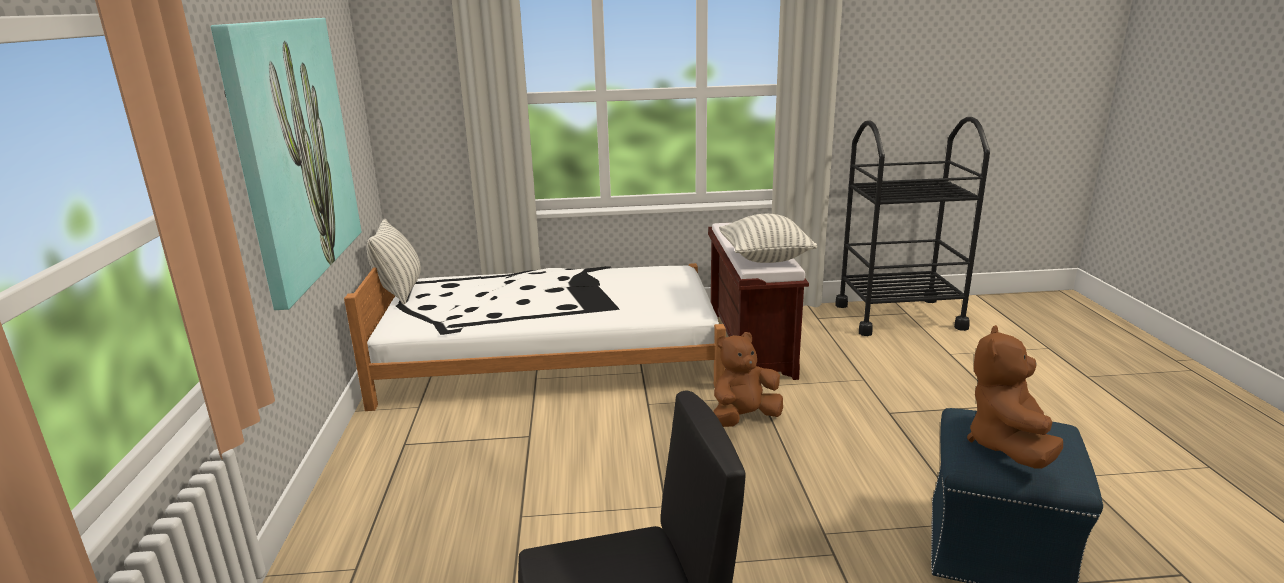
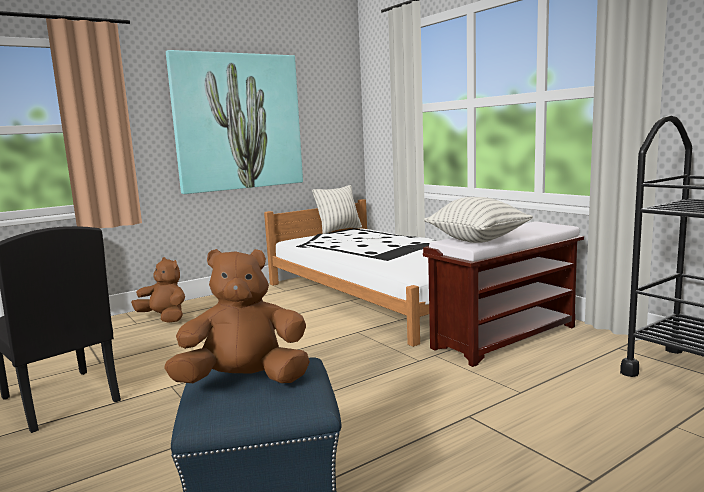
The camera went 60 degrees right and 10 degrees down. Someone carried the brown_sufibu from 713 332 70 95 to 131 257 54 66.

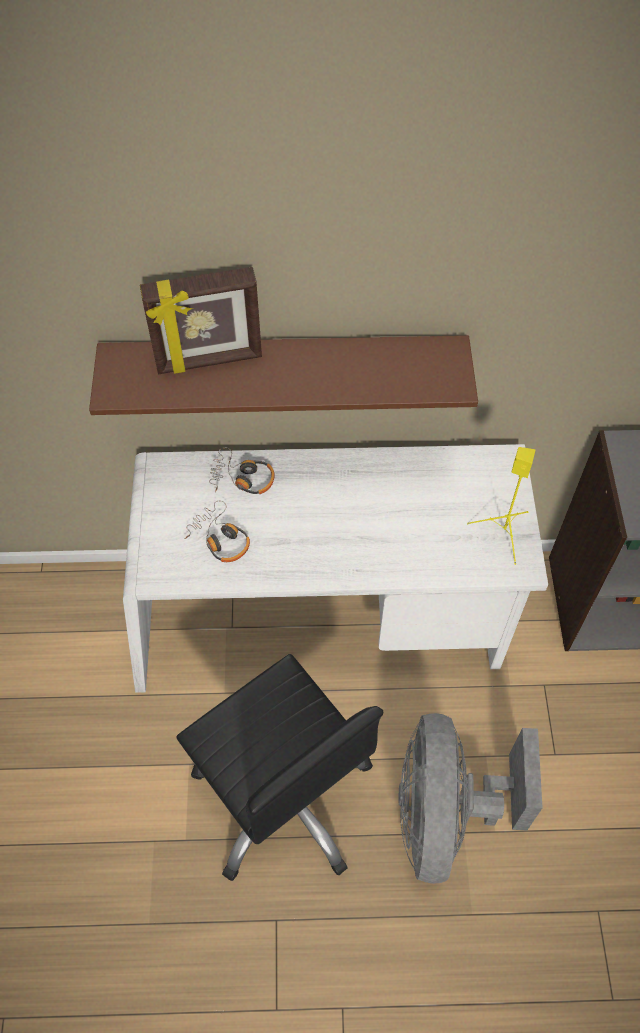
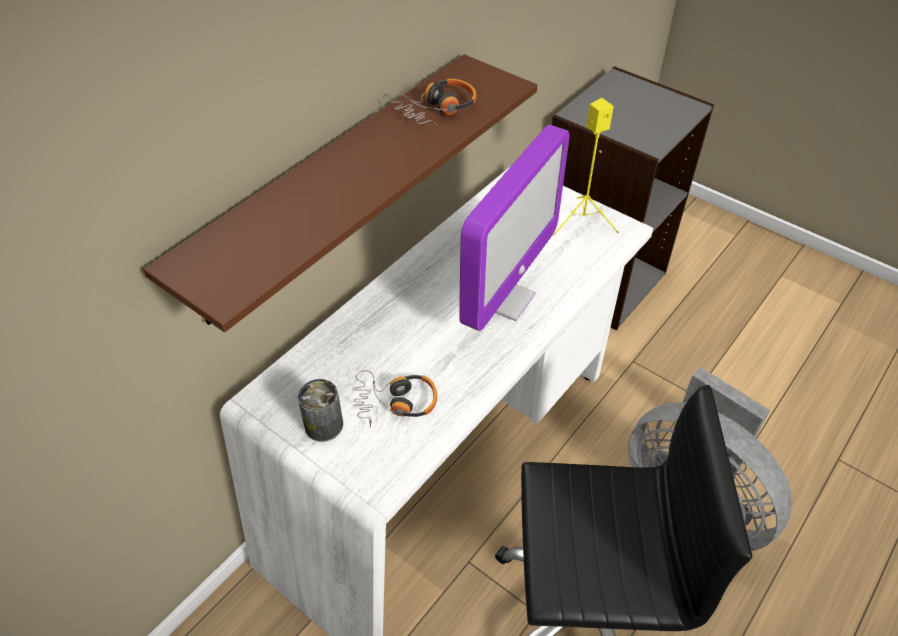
The camera went 50 degrees left and 10 degrees down. Someone took away the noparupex at 140 267 122 107. Someone carried the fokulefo from 209 447 66 47 to 388 79 89 47. Someone put down the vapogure at 459 125 111 206. Someone put down the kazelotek at 298 379 45 63.

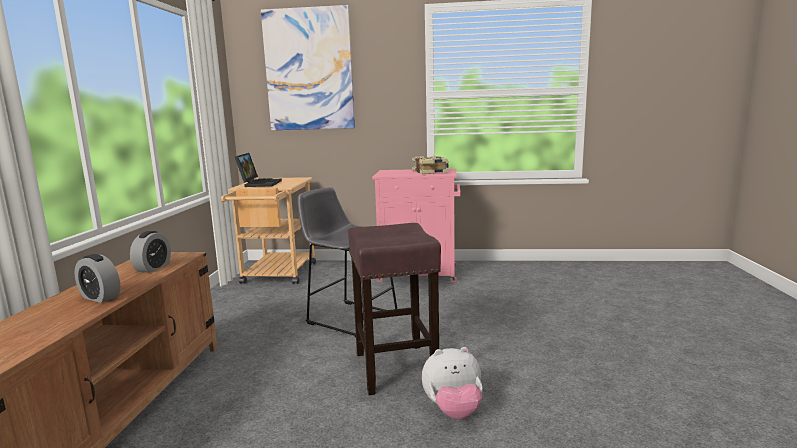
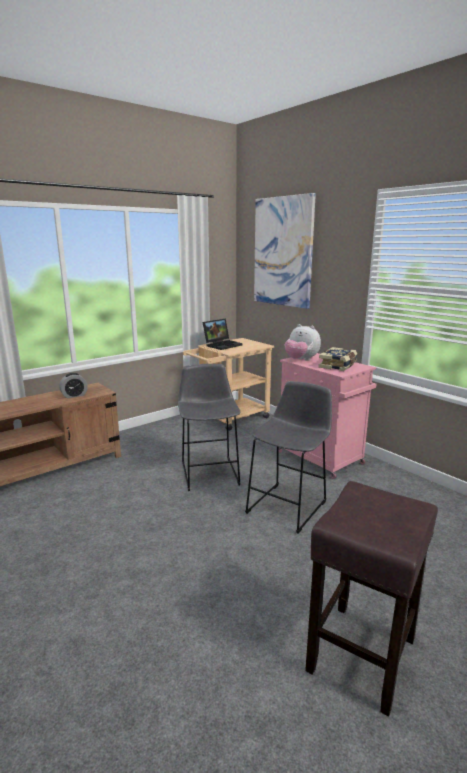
The camera went 45 degrees right and 5 degrees up. Someone carried the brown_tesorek from 348 223 93 172 to 305 481 133 236. Someone took away the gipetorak at 75 254 45 49. Someone carried the sufibu from 422 347 61 72 to 285 324 36 37. Someone put down the grey_tesorek at 245 381 87 153.

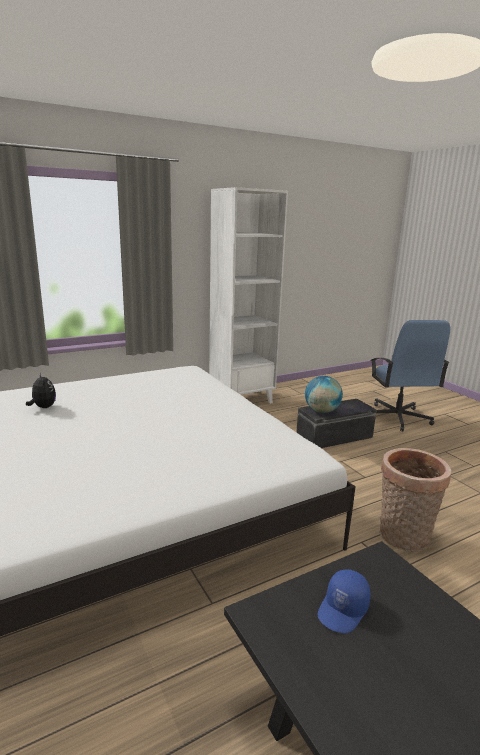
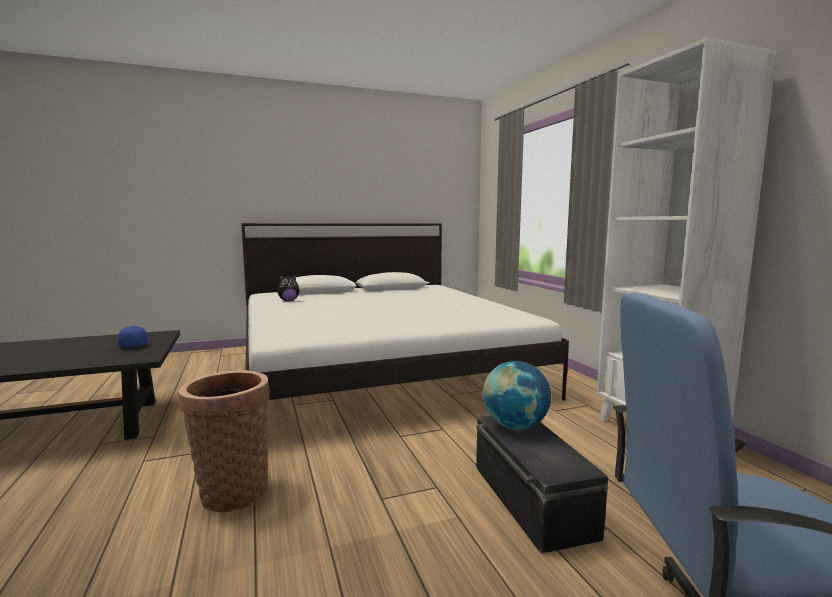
The camera went 100 degrees right and 10 degrees down. Someone carried the sufibu from 26 373 30 35 to 278 275 22 26.

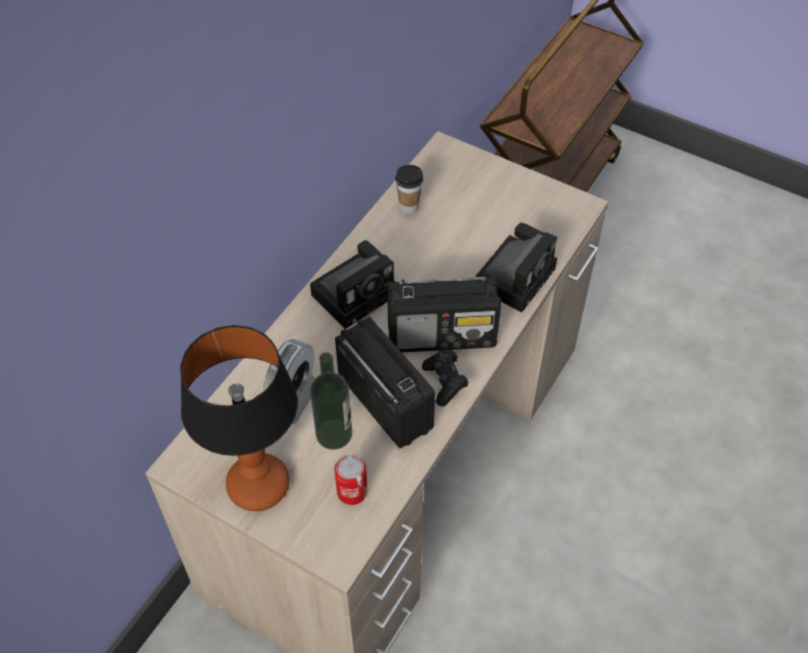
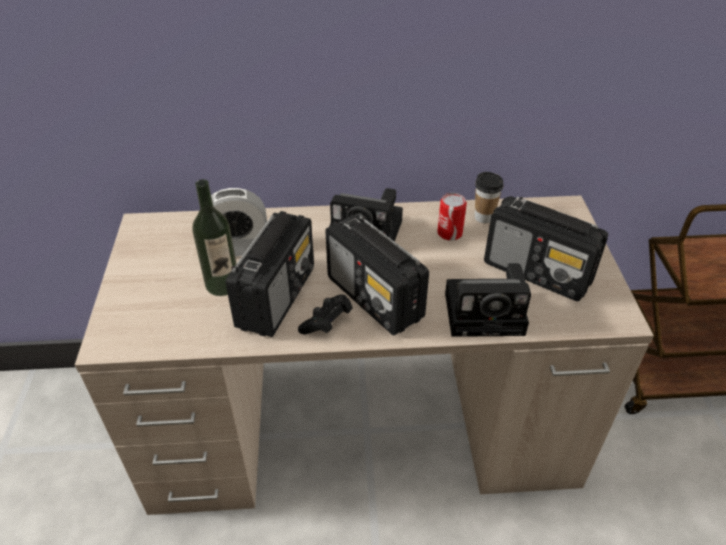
The camera went 55 degrees right and 10 degrees down. Someone took away the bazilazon at 180 325 118 186. Someone carried the kazelotek from 334 455 34 50 to 437 193 30 48. Someone put down the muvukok at 484 196 124 105.

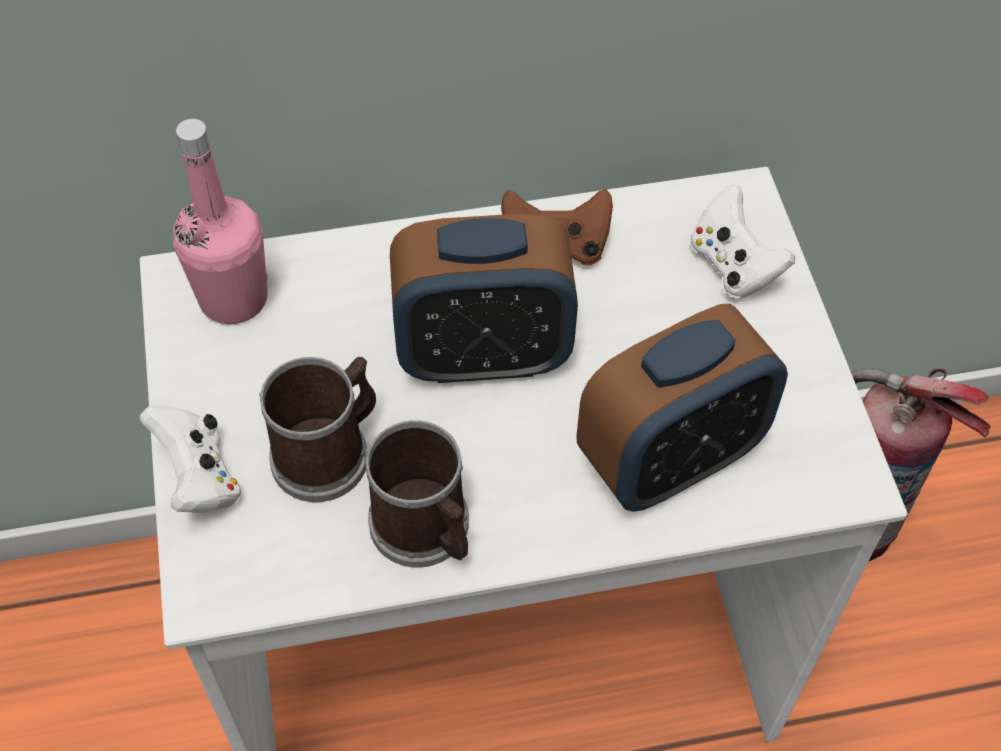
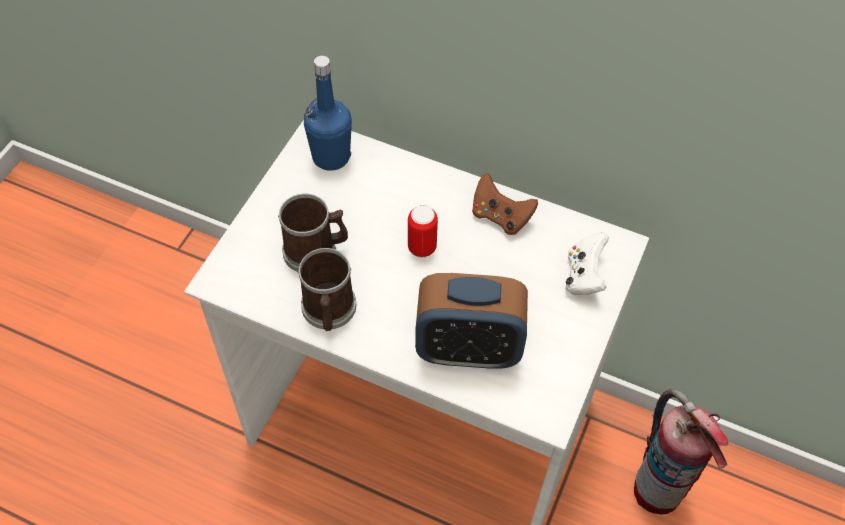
The camera went 35 degrees right and 0 degrees up. Someone repainted the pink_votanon at 173 119 95 205, which became the blue_votanon at 304 56 48 115. Someone swapped the gipetorak at 390 214 188 169 for the kazelotek at 408 205 30 52. Someone took away the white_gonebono at 140 405 102 108.

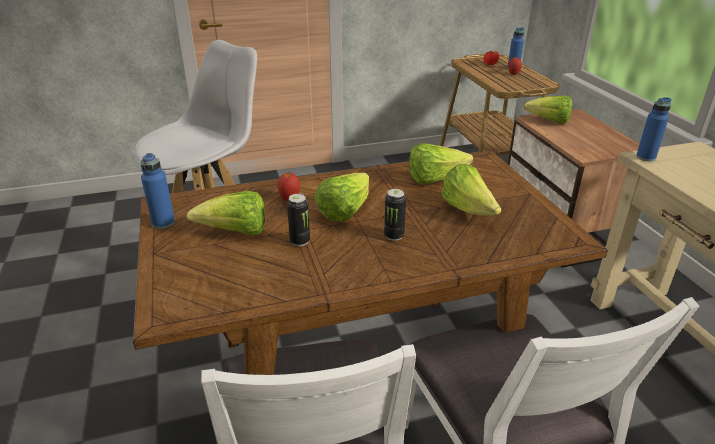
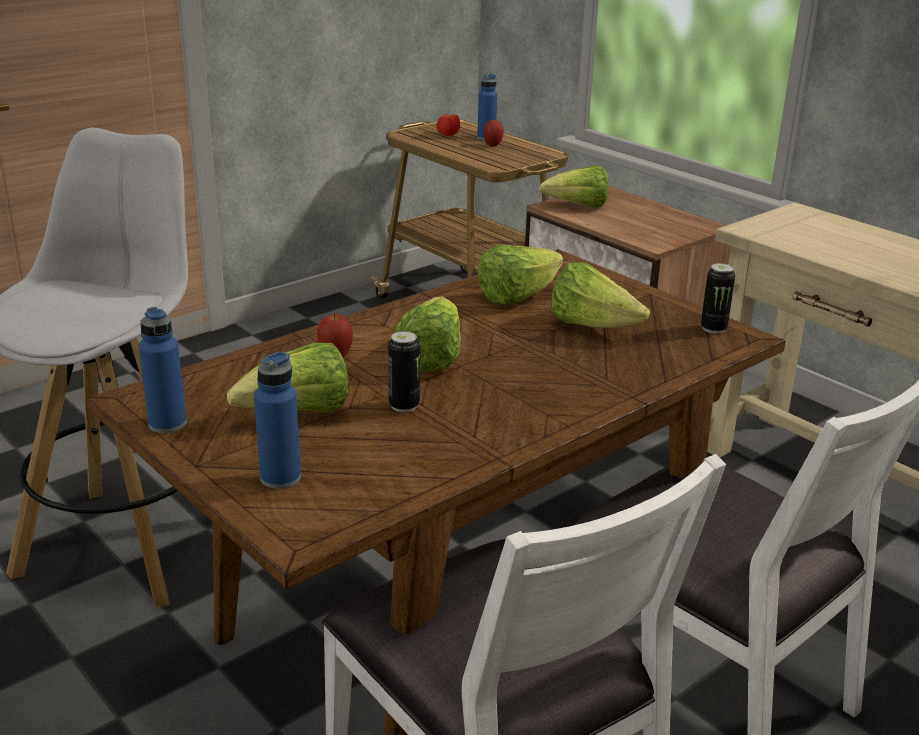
The camera went 25 degrees left and 5 degrees down. Someone carried the blue_votanon from 636 97 36 64 to 254 351 47 138. Someone carried the kazelotek from 384 189 22 52 to 701 263 34 71.

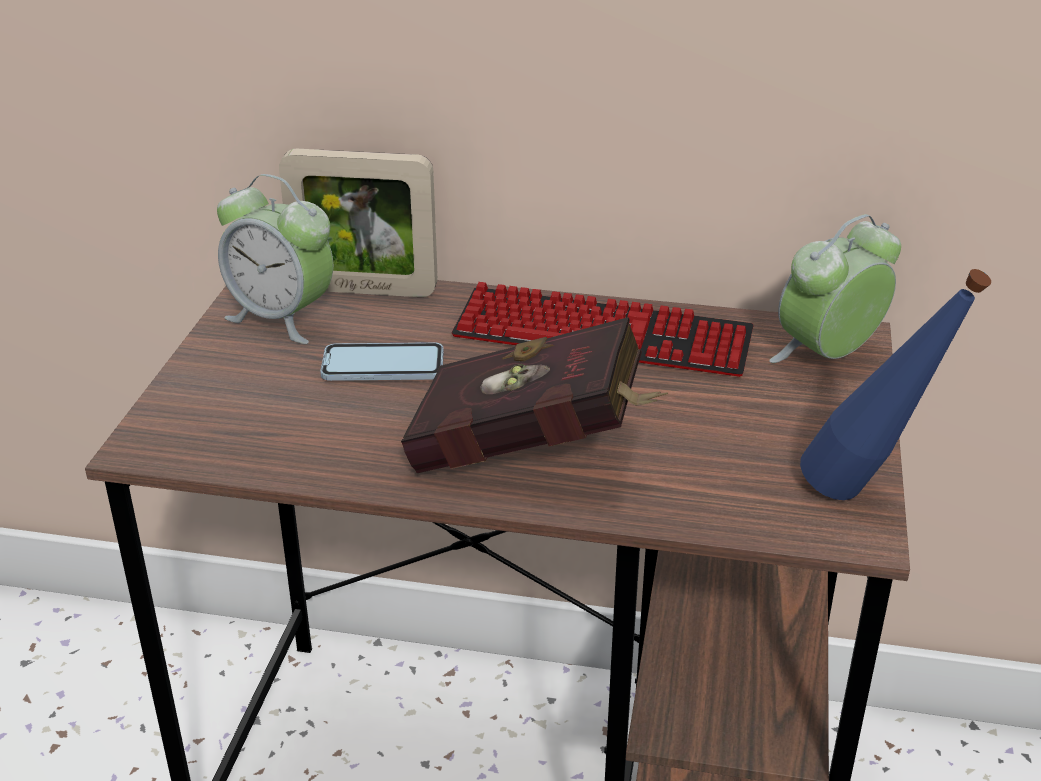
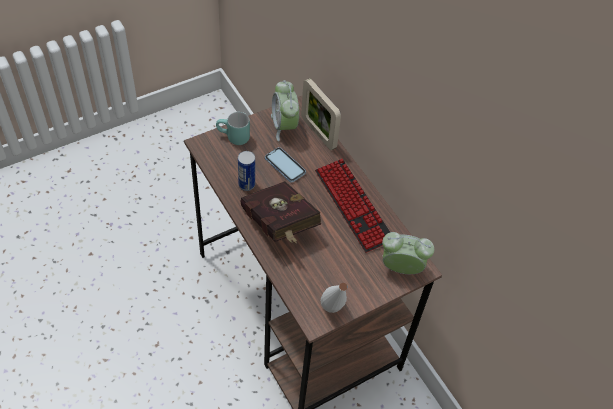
The camera went 45 degrees right and 20 degrees up. Someone repainted the blue_votanon at 800 269 191 231, which became the white_votanon at 321 283 26 30. Someone put down the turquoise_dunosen at 216 112 34 33. Someone put down the kazelotek at 238 151 17 40.

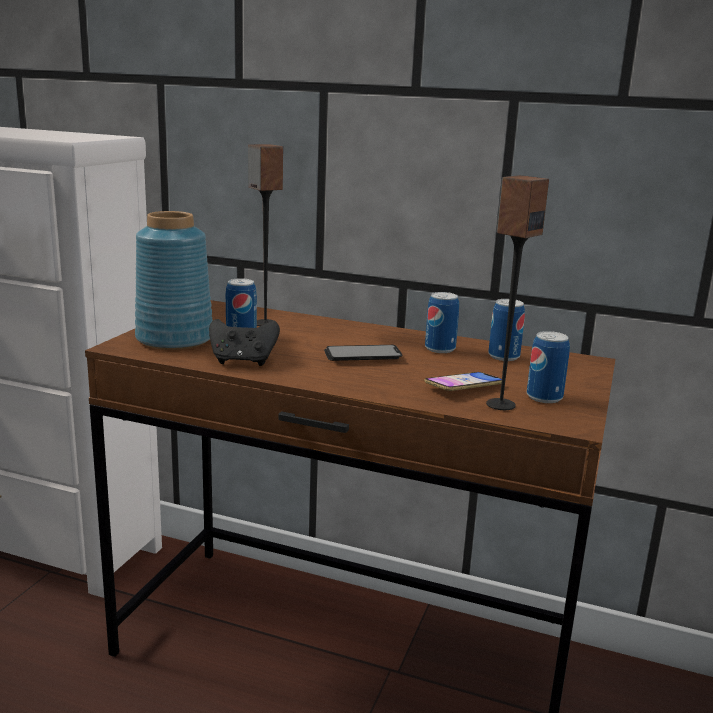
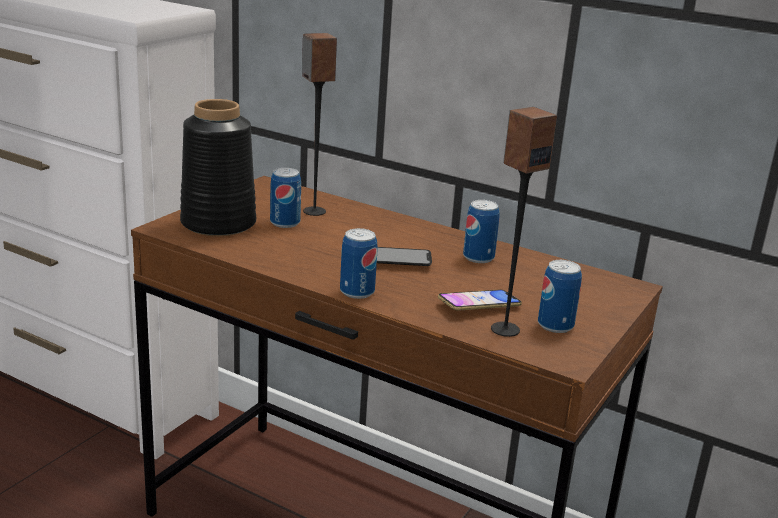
The camera went 10 degrees right and 5 degrees up. Someone repainted the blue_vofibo at 135 211 78 139, which became the black_vofibo at 180 99 76 137. Someone carried the kazelotek from 488 299 37 62 to 340 228 38 71. Someone took away the black_gonebono at 209 319 71 47.

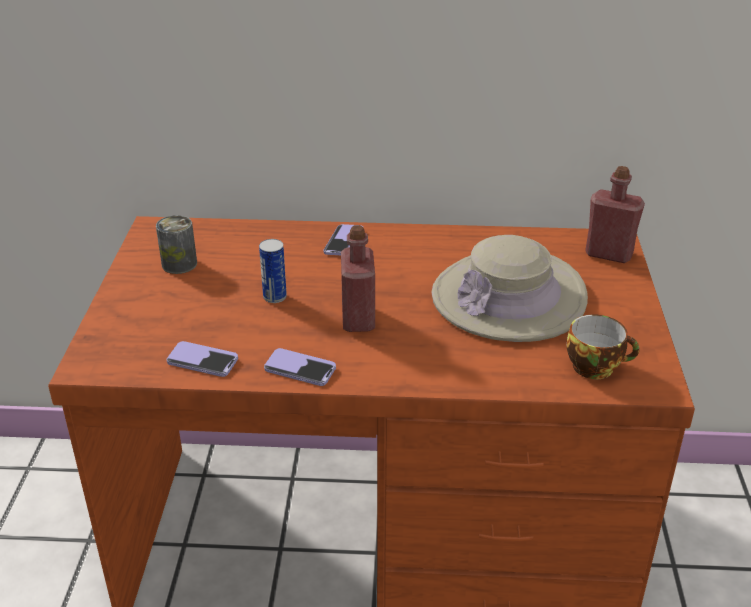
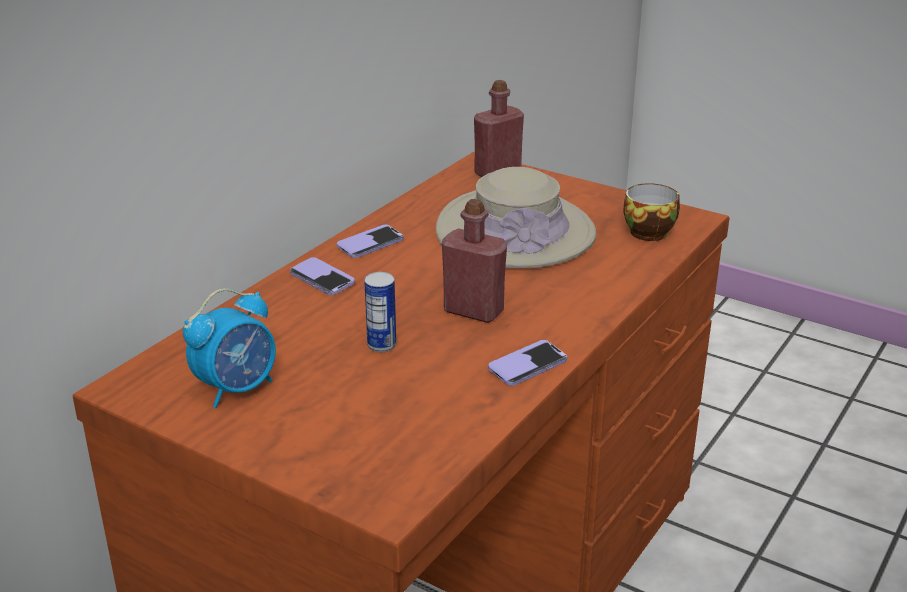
The camera went 60 degrees left and 5 degrees down. Someone swapped the kazelotek at 156 215 41 59 for the gipetorak at 183 288 93 120. Someone carried the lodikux from 167 341 71 36 to 337 225 67 33.

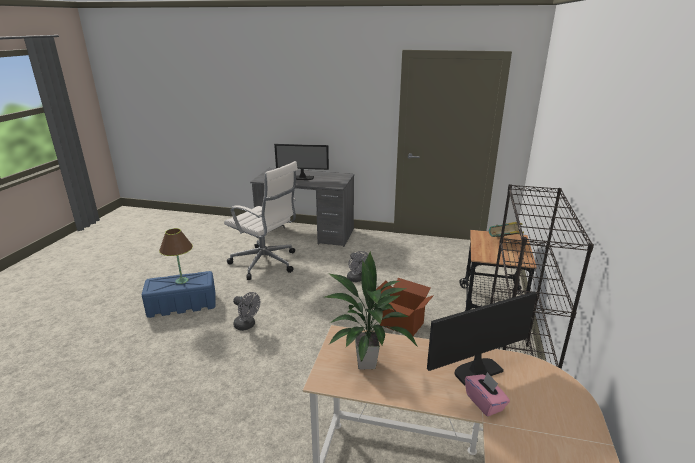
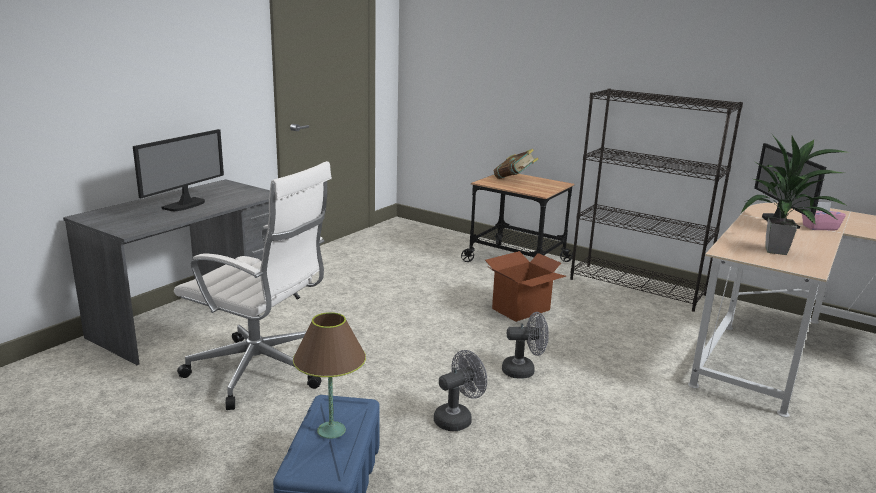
The camera went 70 degrees left and 5 degrees down. Someone rotated the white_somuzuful at 224 161 74 119 by 60 degrees clockwise. Someone carried the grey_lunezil from 347 251 21 31 to 502 312 47 67.

